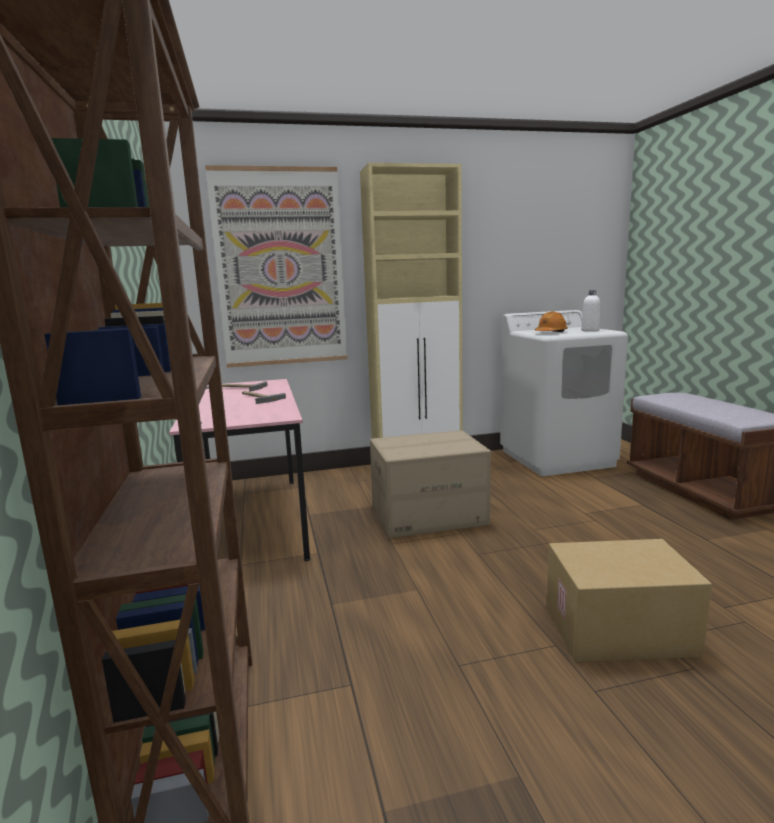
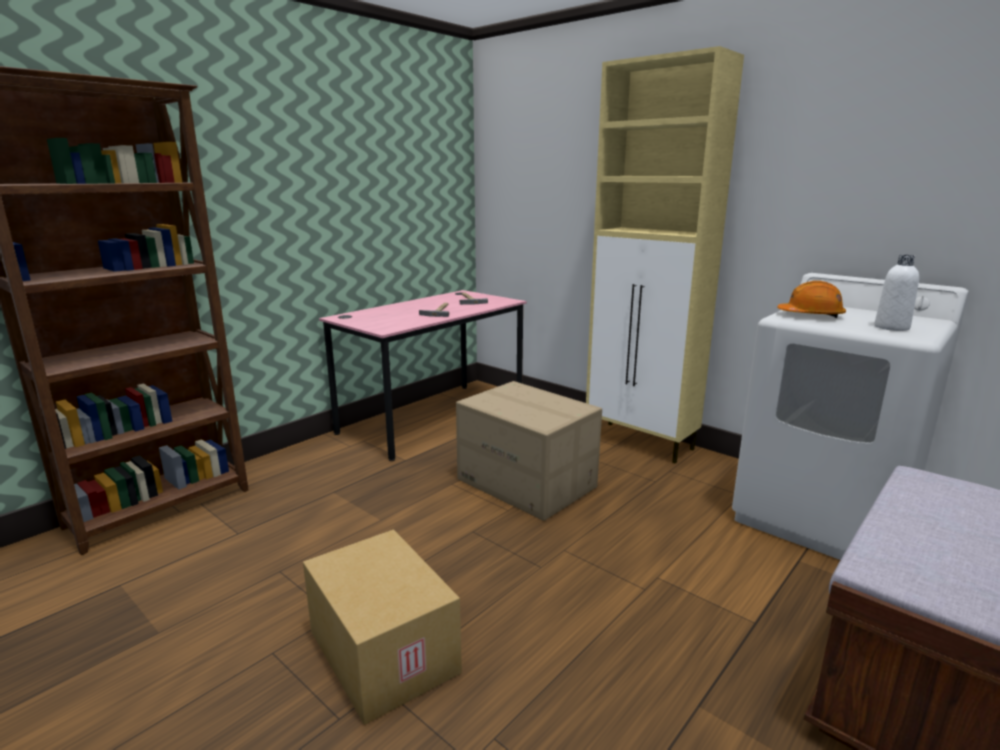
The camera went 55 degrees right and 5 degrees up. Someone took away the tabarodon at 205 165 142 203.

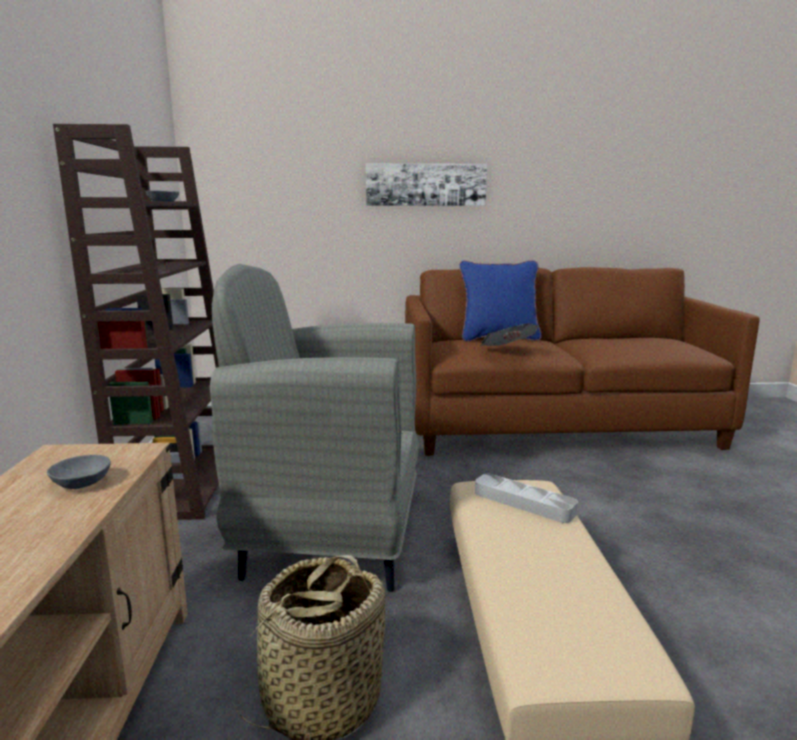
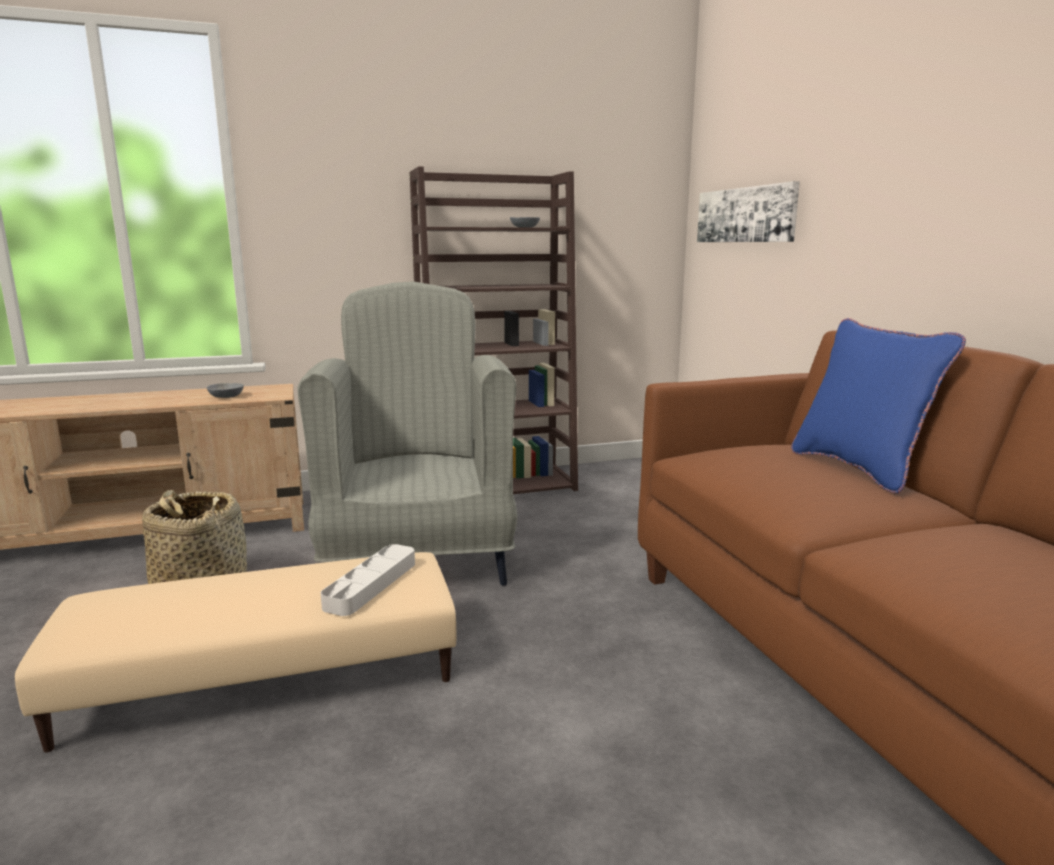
The camera went 75 degrees right and 0 degrees up. Someone carried the tabarodon from 366 163 121 43 to 697 181 103 61. Someone took away the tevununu at 480 323 59 23.

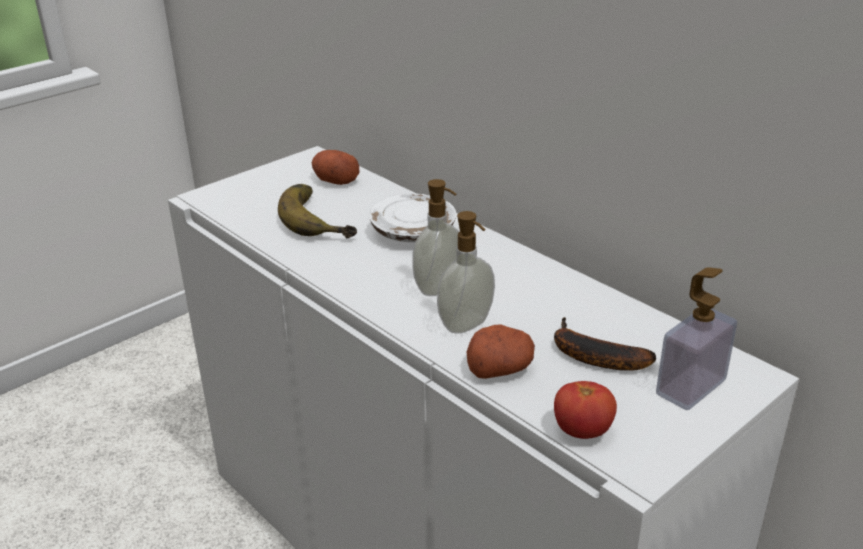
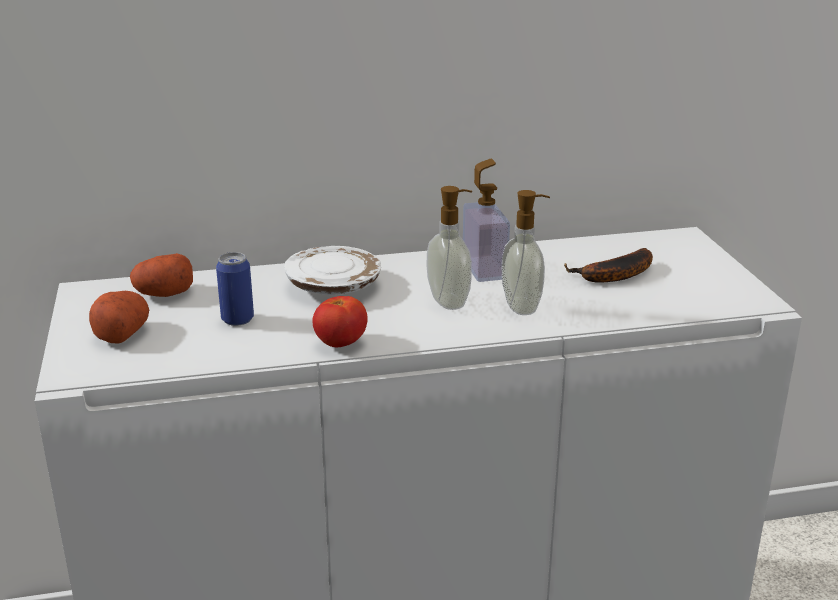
The camera went 60 degrees left and 5 degrees down. Someone swapped the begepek at 278 184 79 54 for the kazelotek at 216 252 38 74. Someone carried the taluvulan from 656 267 81 143 to 463 159 47 123. Someone carried the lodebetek from 467 324 68 55 to 89 291 60 53. Someone carried the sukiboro from 554 381 63 58 to 312 296 56 51.

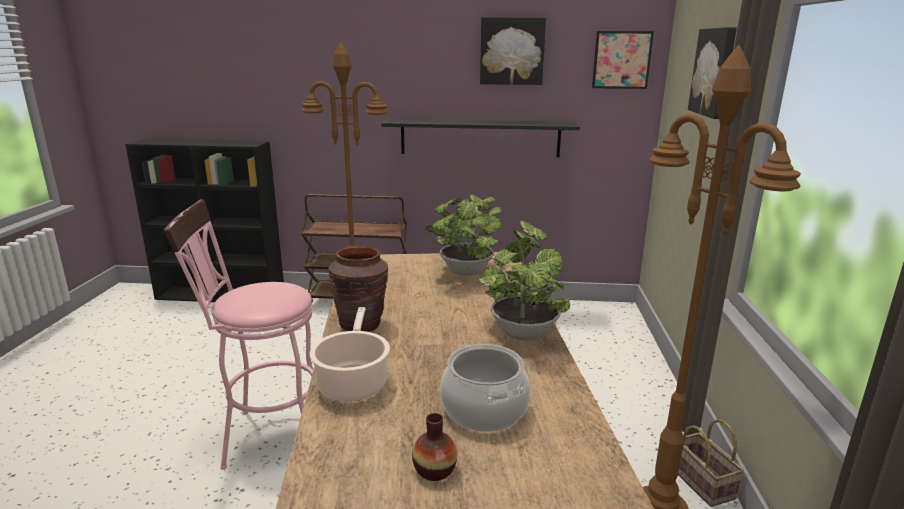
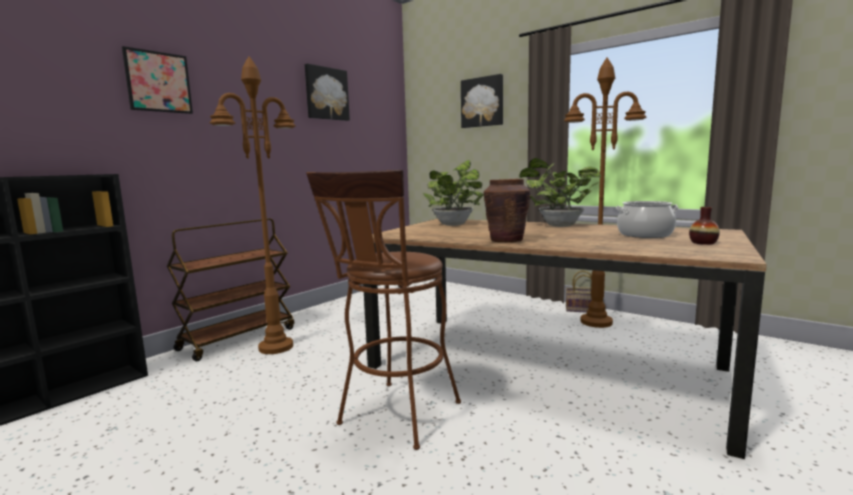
The camera went 55 degrees left and 10 degrees down. Someone carried the tabarodon from 592 31 62 58 to 122 46 71 68. Someone took away the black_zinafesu at 381 119 199 38. Someone repainted the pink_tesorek at 164 199 149 270, which became the brown_tesorek at 306 170 155 280. Someone took away the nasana at 310 307 80 95.

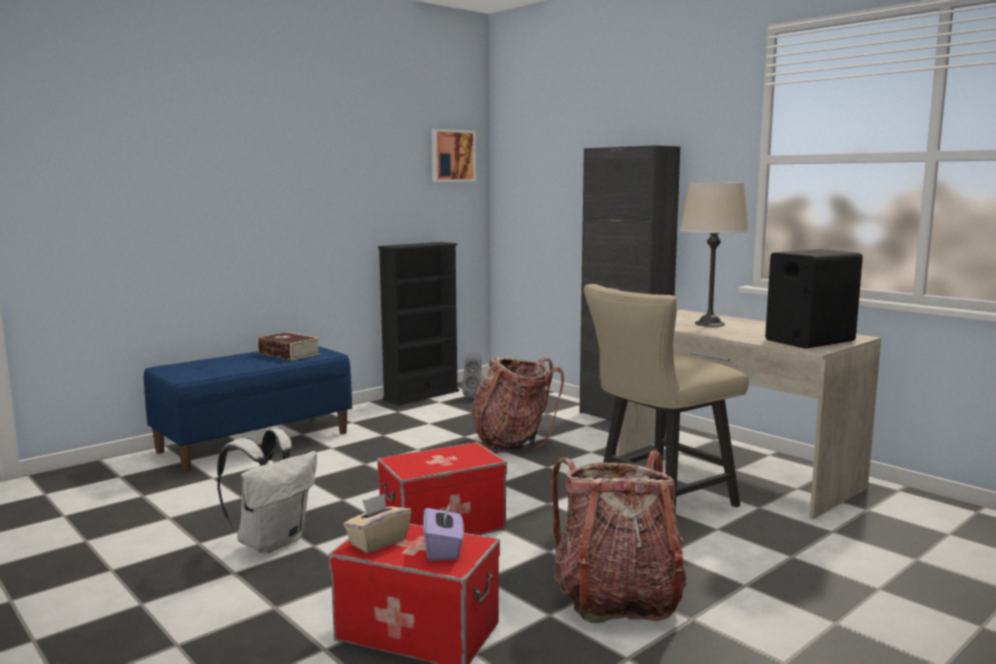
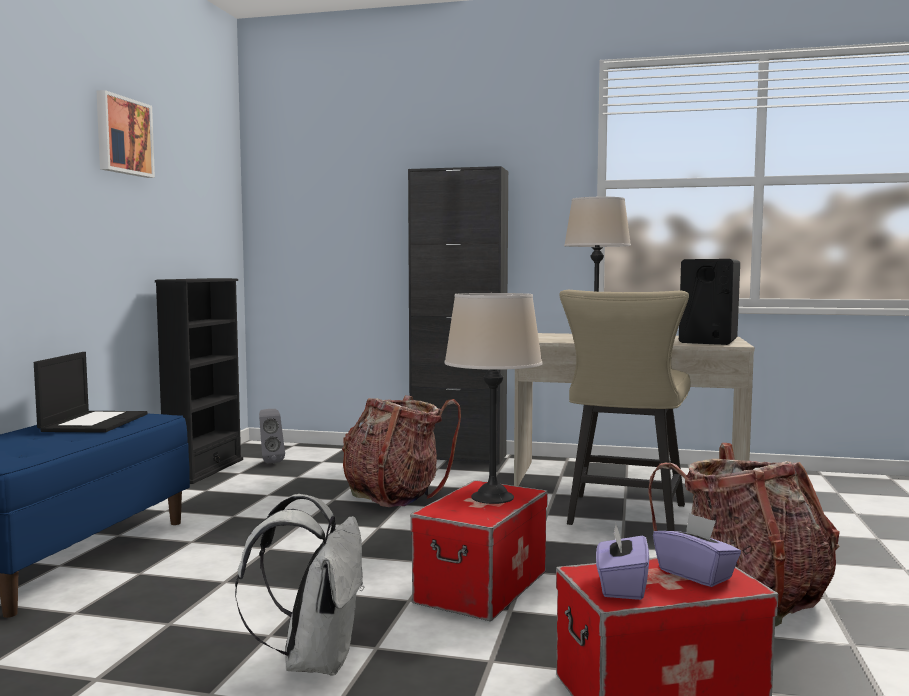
The camera went 35 degrees left and 5 degrees down. Someone carried the tabarodon from 431 129 45 53 to 97 90 58 88. Someone swapped the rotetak at 257 332 63 28 for the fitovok at 34 352 113 81. Someone repainted the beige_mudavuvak at 343 494 69 59, which became the purple_mudavuvak at 596 523 53 77. Someone put down the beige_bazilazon at 444 293 99 211.

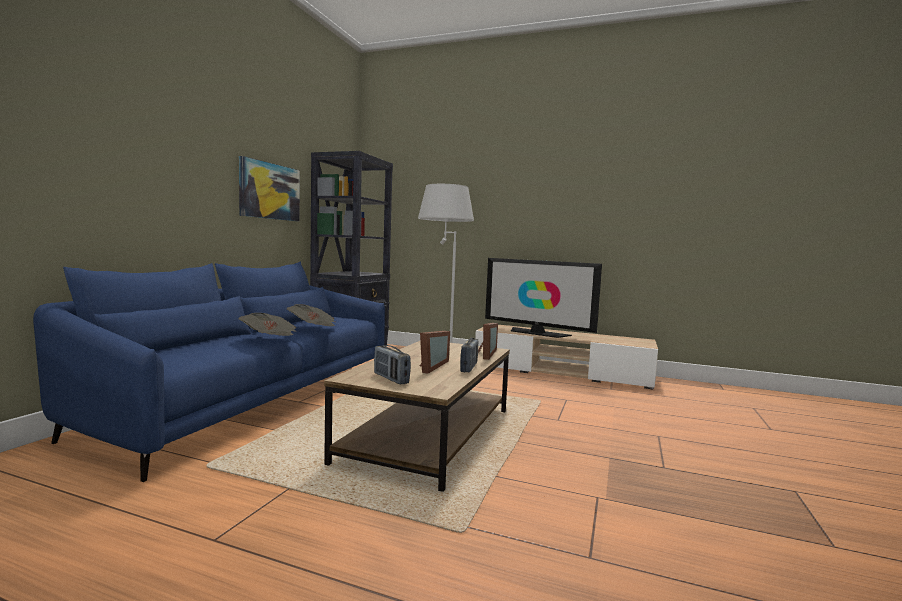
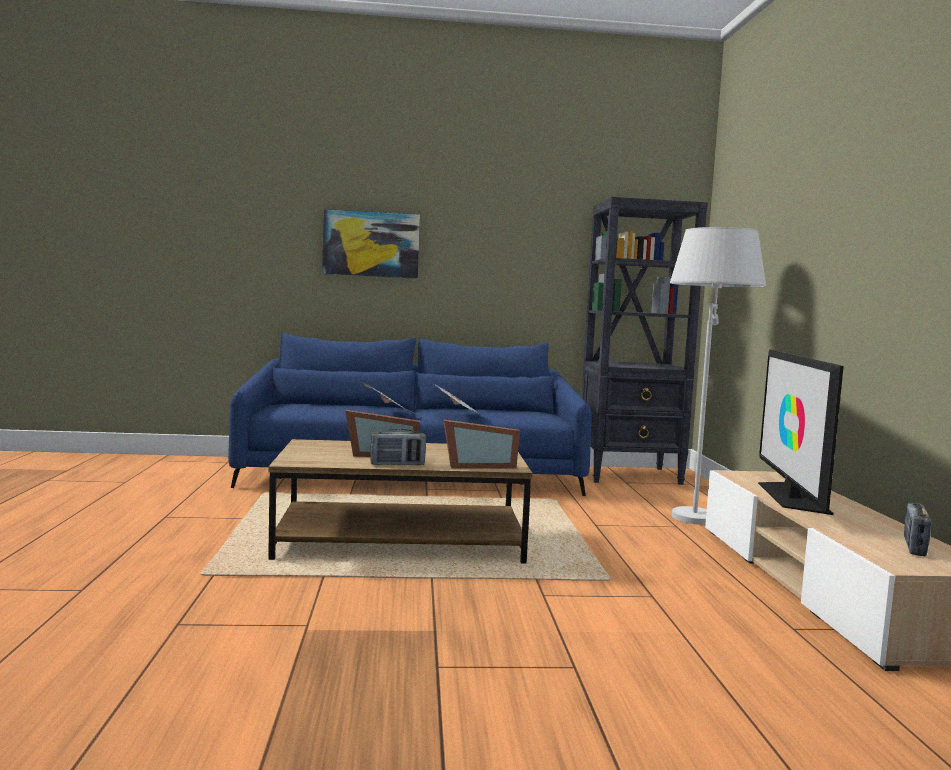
The camera went 65 degrees right and 0 degrees up. Someone carried the tabarodon from 239 156 61 65 to 322 209 98 70. Someone carried the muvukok from 374 345 37 39 to 904 503 27 53.

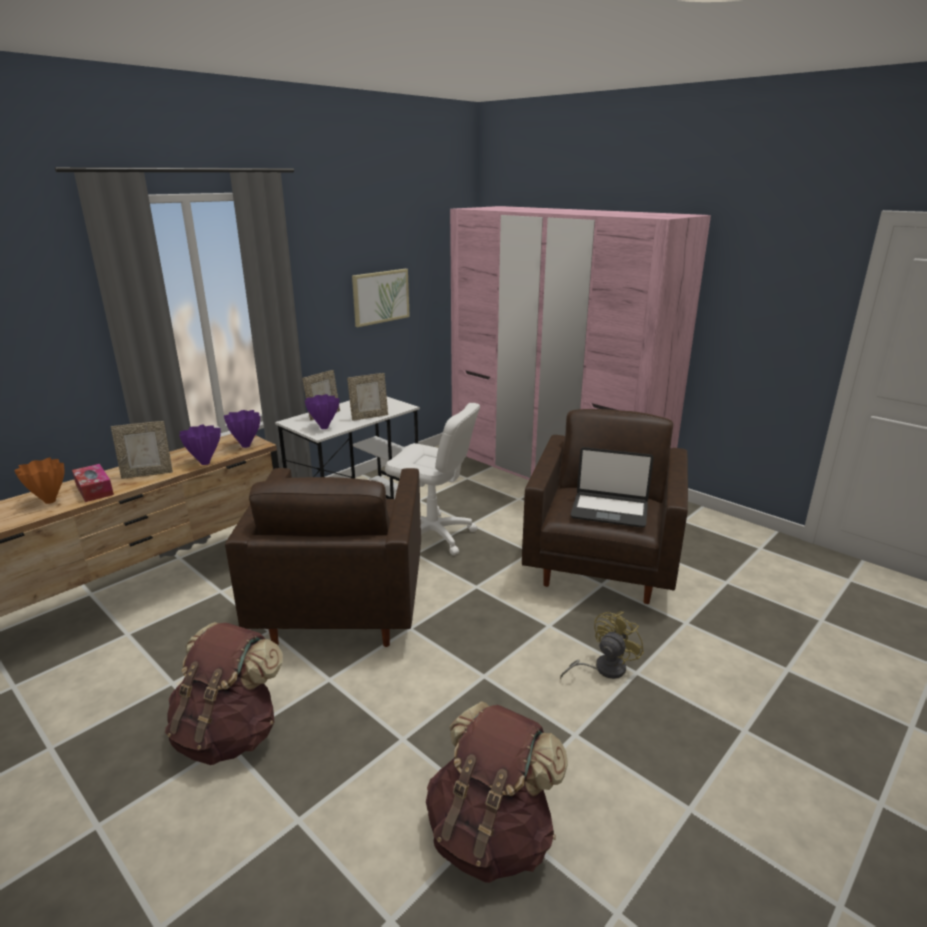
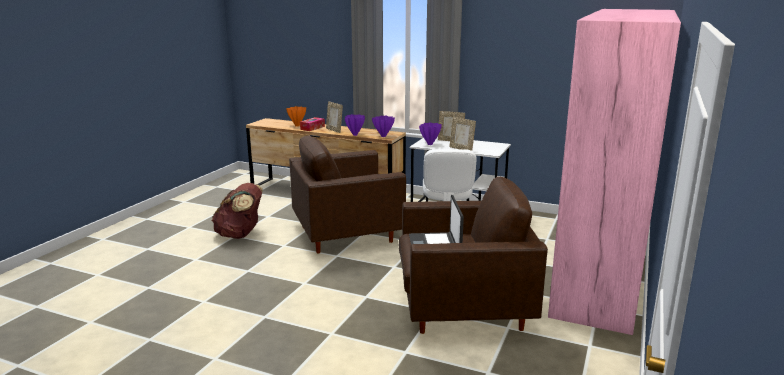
The camera went 70 degrees right and 5 degrees down. Someone took away the tabarodon at 352 269 58 58. Someone took away the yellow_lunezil at 560 611 84 68. Someone took away the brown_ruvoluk at 426 701 142 182.

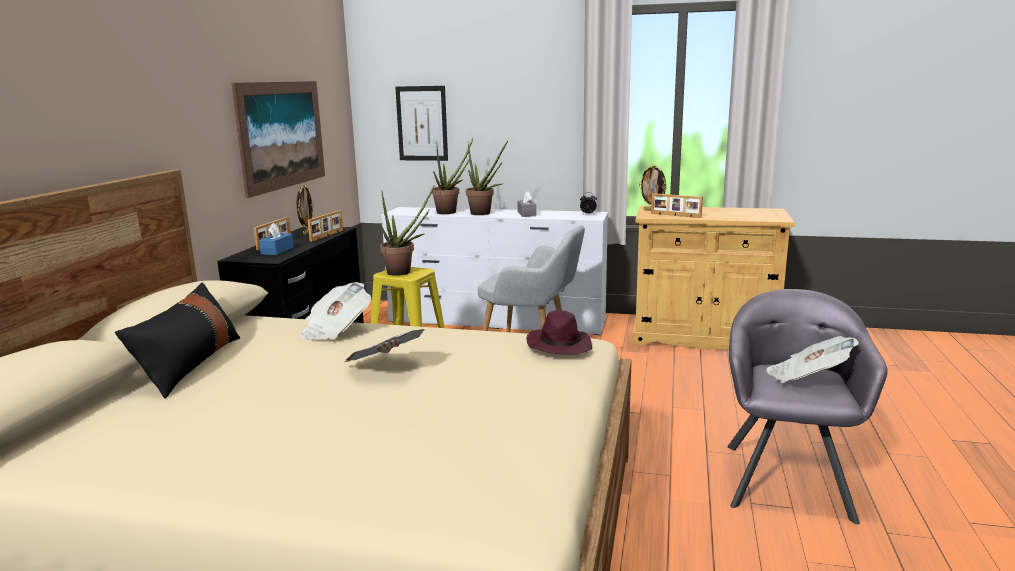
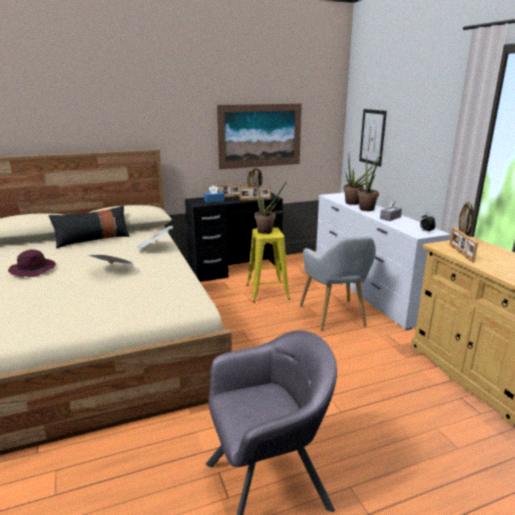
The camera went 55 degrees right and 5 degrees up. Someone carried the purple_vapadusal from 526 310 66 44 to 8 250 48 27. Someone took away the tevununu at 766 336 93 47.

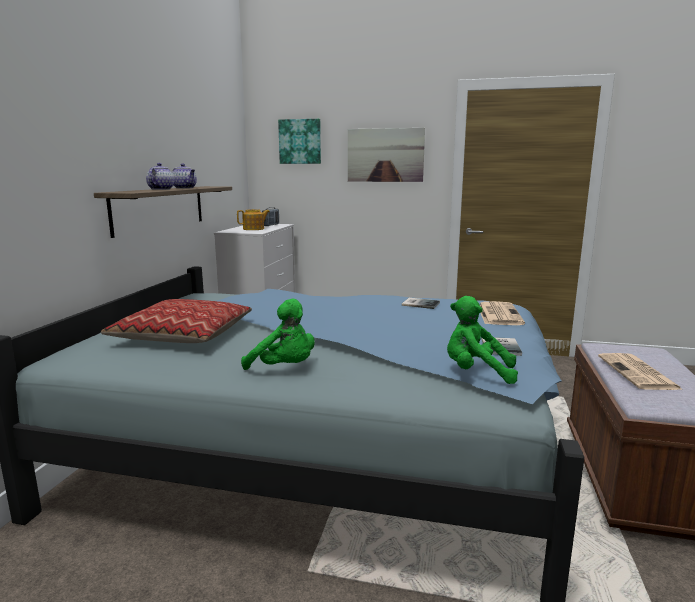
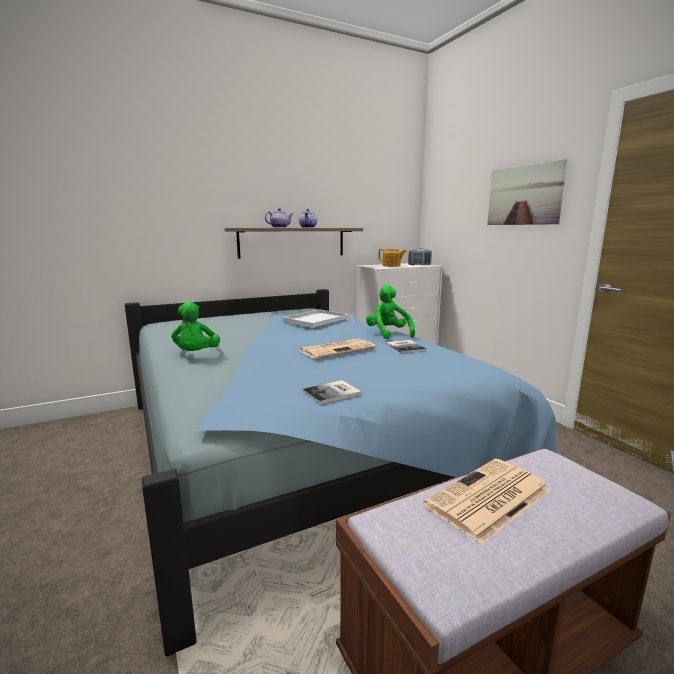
The camera went 50 degrees right and 0 degrees up. Someone took away the tabarodon at 278 119 43 45. Someone carried the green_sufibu from 447 296 71 88 to 366 285 49 54. Someone took away the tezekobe at 101 299 151 44. Someone carried the tevununu from 480 301 45 24 to 299 339 77 20. Someone put down the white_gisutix at 283 309 66 18.

